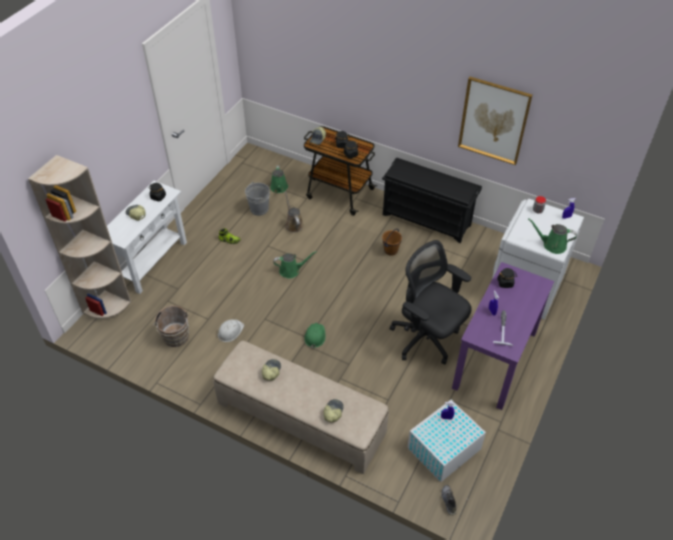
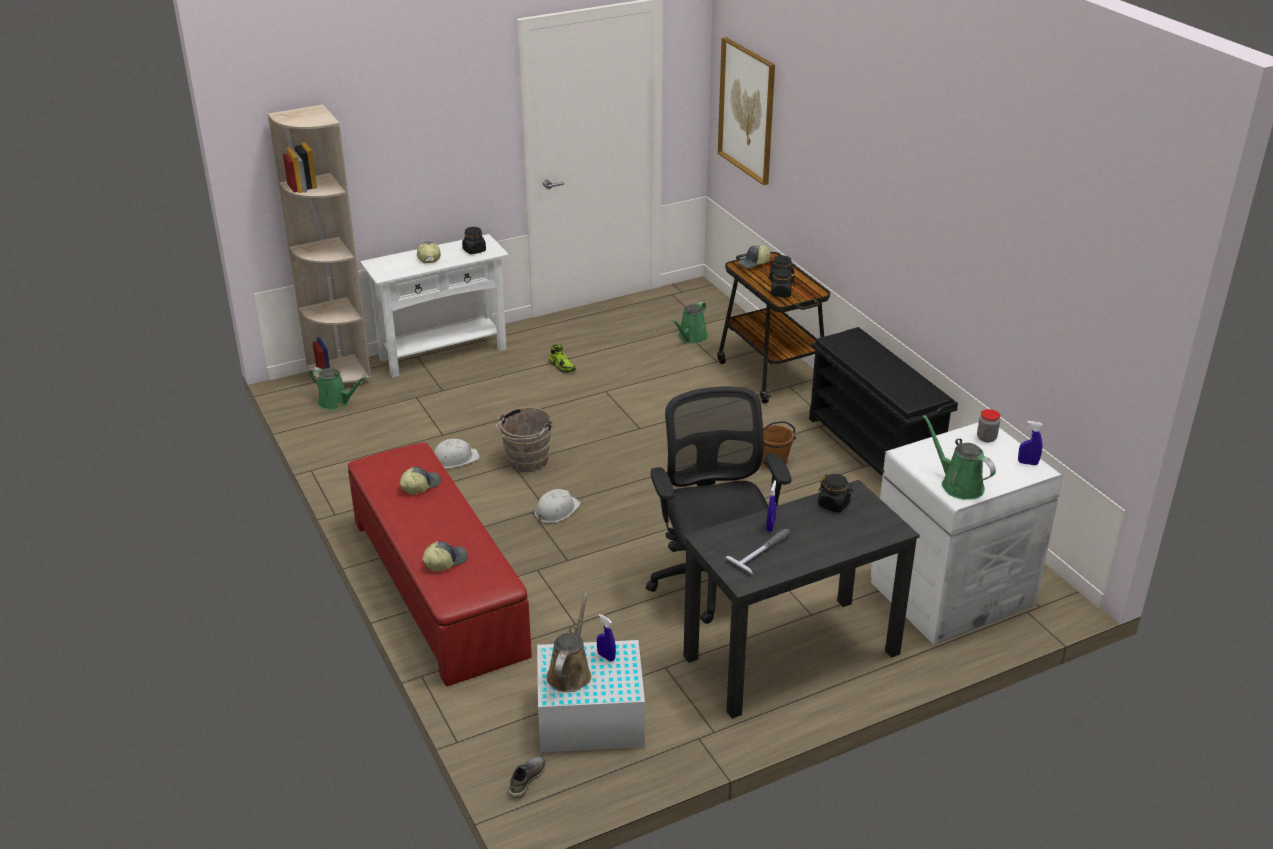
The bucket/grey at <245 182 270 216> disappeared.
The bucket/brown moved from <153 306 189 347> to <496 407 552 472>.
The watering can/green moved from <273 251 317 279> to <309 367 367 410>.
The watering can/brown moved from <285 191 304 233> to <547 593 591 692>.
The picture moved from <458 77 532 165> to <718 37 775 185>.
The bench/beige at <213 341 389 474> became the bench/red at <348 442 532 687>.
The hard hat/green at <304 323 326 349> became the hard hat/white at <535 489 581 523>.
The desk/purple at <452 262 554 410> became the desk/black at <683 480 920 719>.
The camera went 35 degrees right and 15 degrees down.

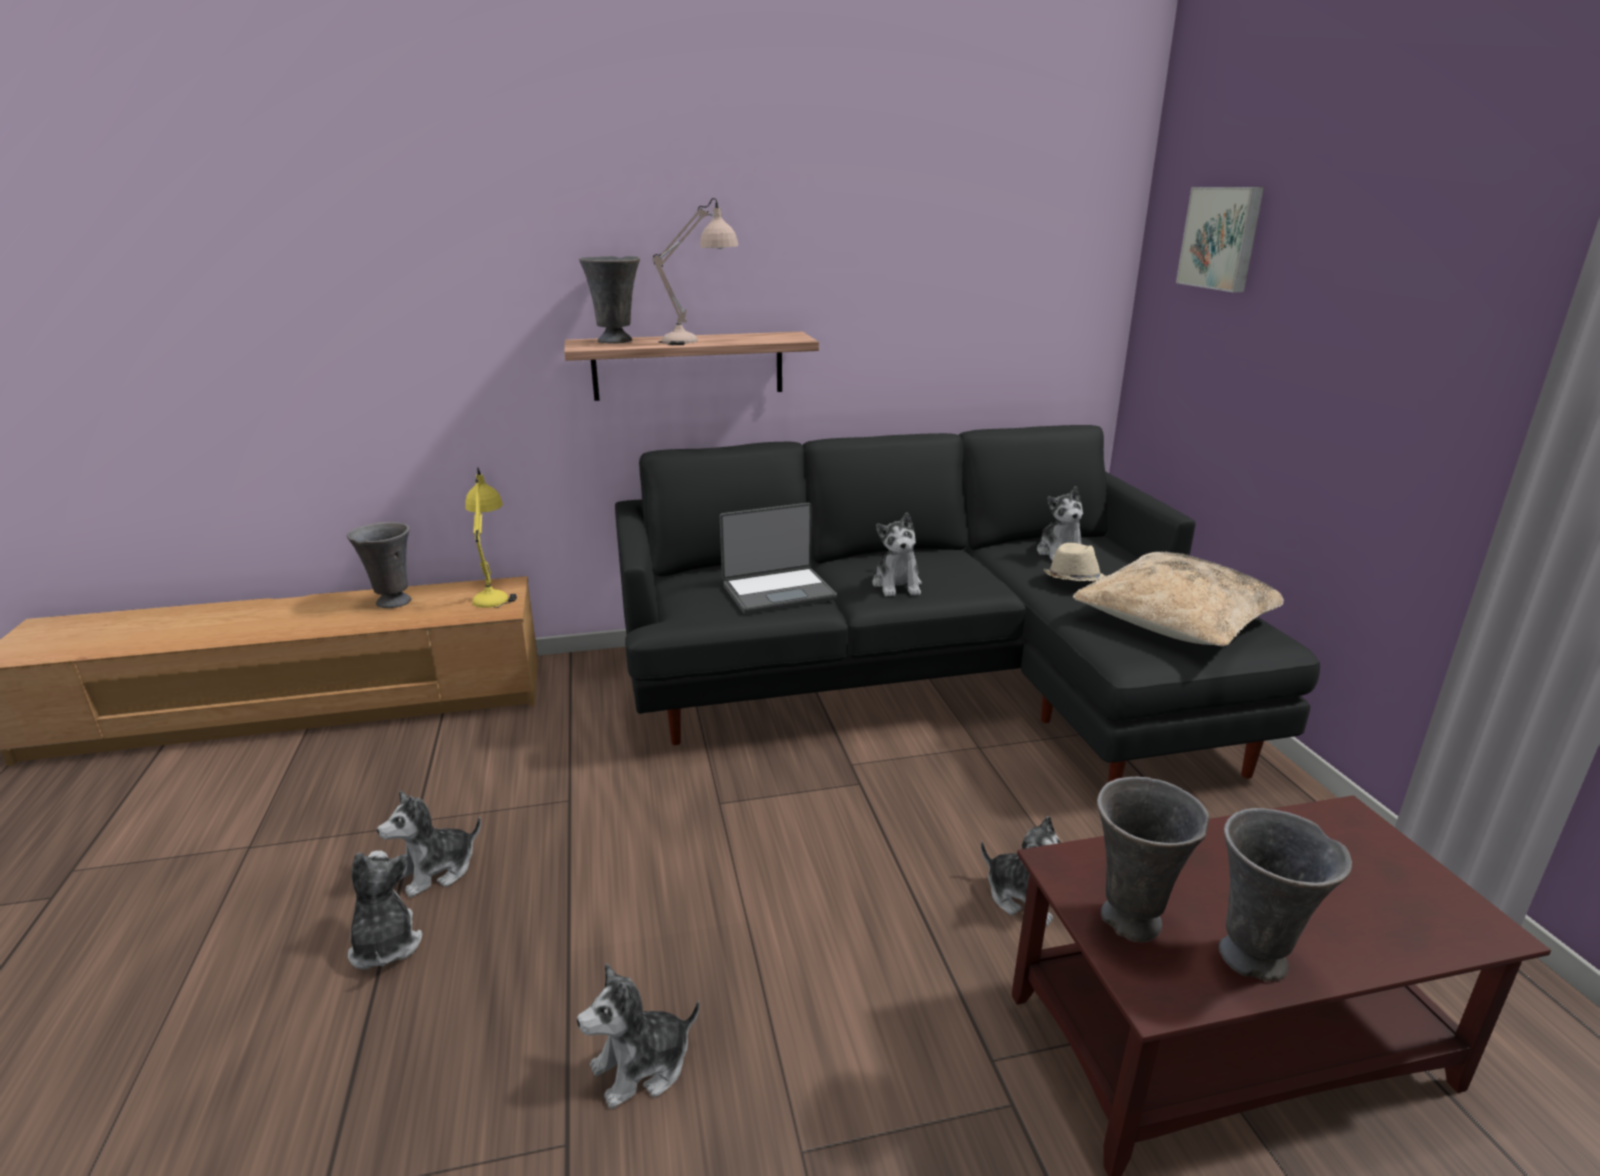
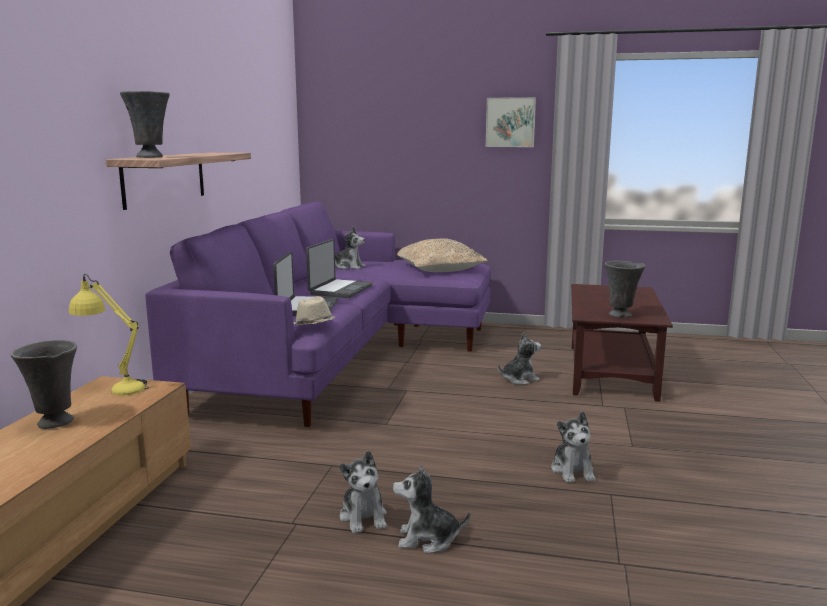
The table lamp/beige at <653 198 739 345> disappeared.
The vase/grey at <1219 808 1352 982> disappeared.
The hat/beige moved from <1043 543 1106 582> to <294 296 336 325>.
The picture moved from <1176 187 1264 293> to <486 97 536 147>.
The plush toy at <872 512 922 597> was replaced by the laptop at <306 239 373 298>.
The sofa/black at <615 425 1320 782> became the sofa/purple at <145 202 491 427>.
The camera went 65 degrees left and 10 degrees down.

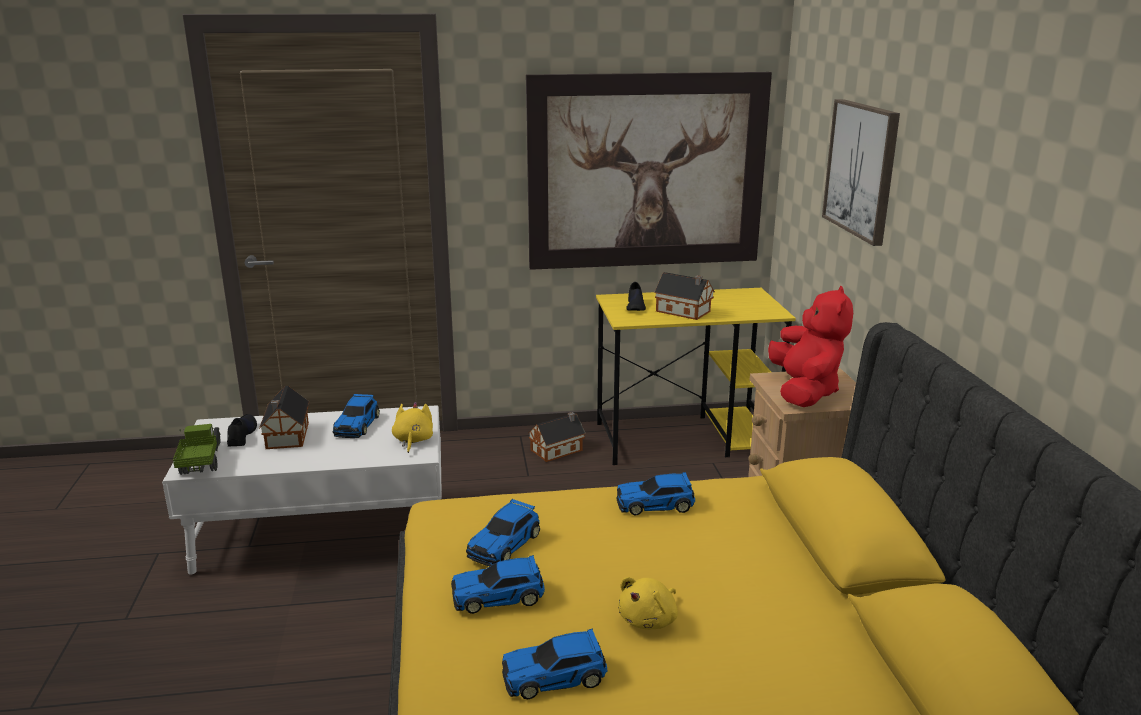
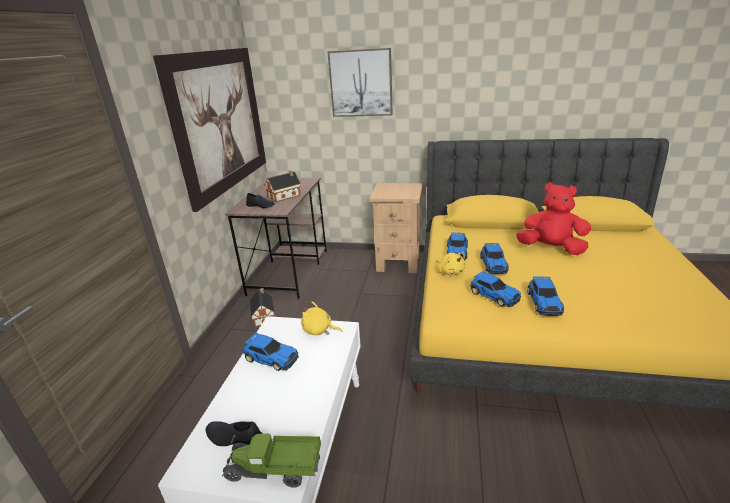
The toy house at <259 386 309 449> disappeared.
The toy car moved from <502 629 608 699> to <480 243 509 274>.
The plush toy/yellow moved from <618 577 678 629> to <436 252 465 275>.
The plush toy/red moved from <768 286 853 407> to <516 182 591 255>.
The desk/yellow at <596 288 796 465> became the desk/brown at <225 178 327 300>.
The camera went 70 degrees left and 5 degrees up.

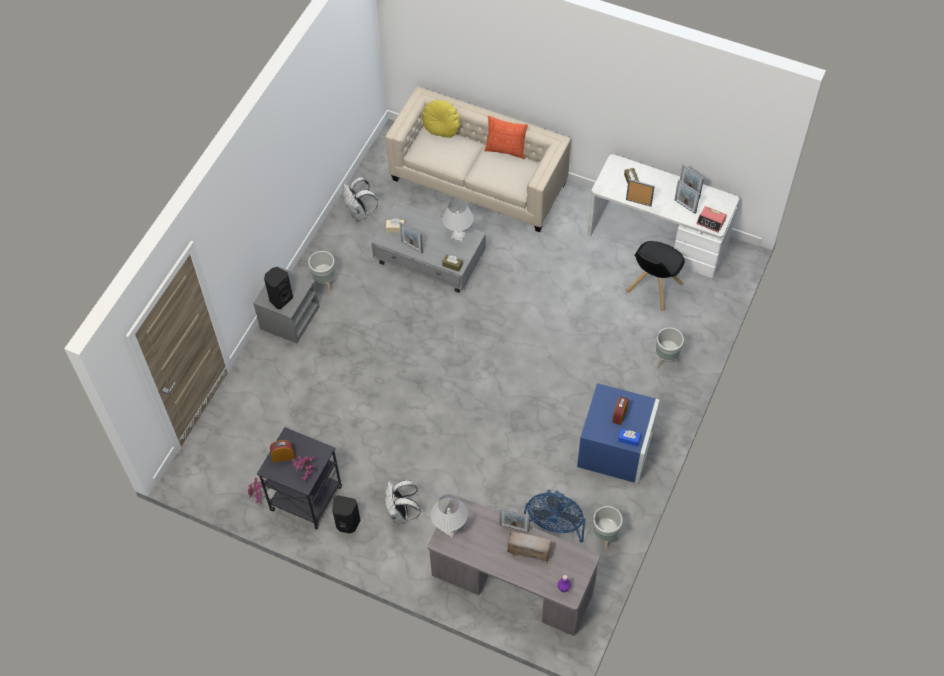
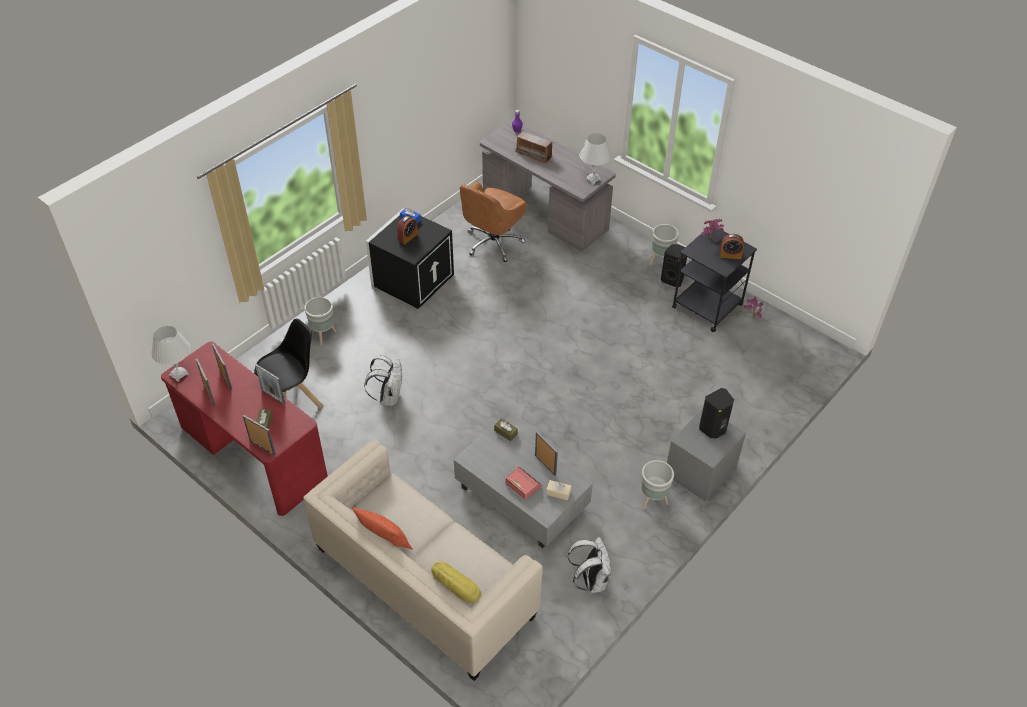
The backpack/white moved from <385 480 421 523> to <364 355 403 406>.
The table lamp/white moved from <442 199 474 242> to <151 326 190 382>.
The picture frame moved from <500 508 530 533> to <243 415 276 456>.
The planter/grey moved from <592 506 623 550> to <650 224 679 264>.
The alarm clock moved from <696 206 727 233> to <505 467 542 500>.
The fan/blue at <524 489 586 542> was replaced by the office chair/brown at <460 181 527 262>.
The storage box/blue at <577 383 660 484> became the storage box/black at <366 208 454 309>.
The desk/white at <588 154 739 278> became the desk/red at <161 341 328 516>.
The camera went 165 degrees left and 10 degrees down.

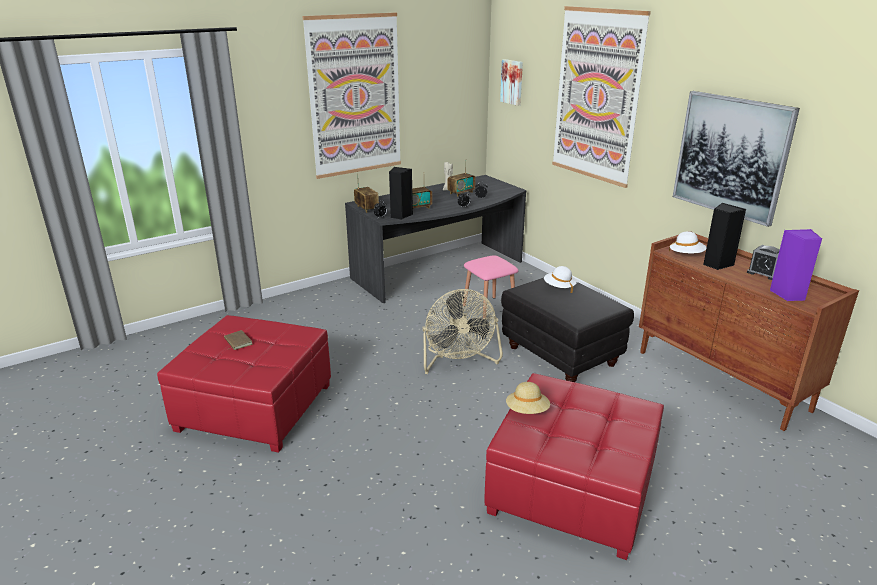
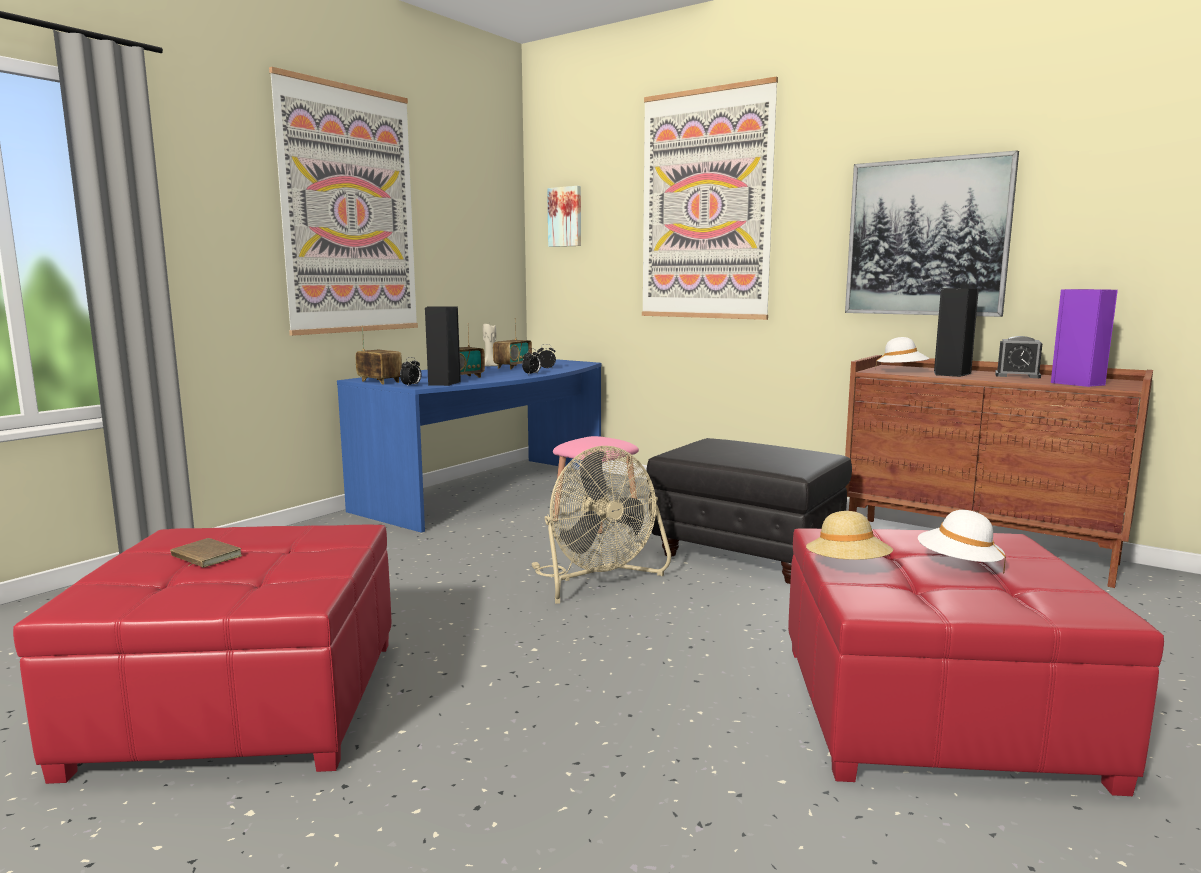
The hat/white moved from <544 266 577 293> to <918 510 1006 573>.
The desk/grey at <345 175 526 303> became the desk/blue at <337 359 601 533>.
The camera went 20 degrees left and 15 degrees down.

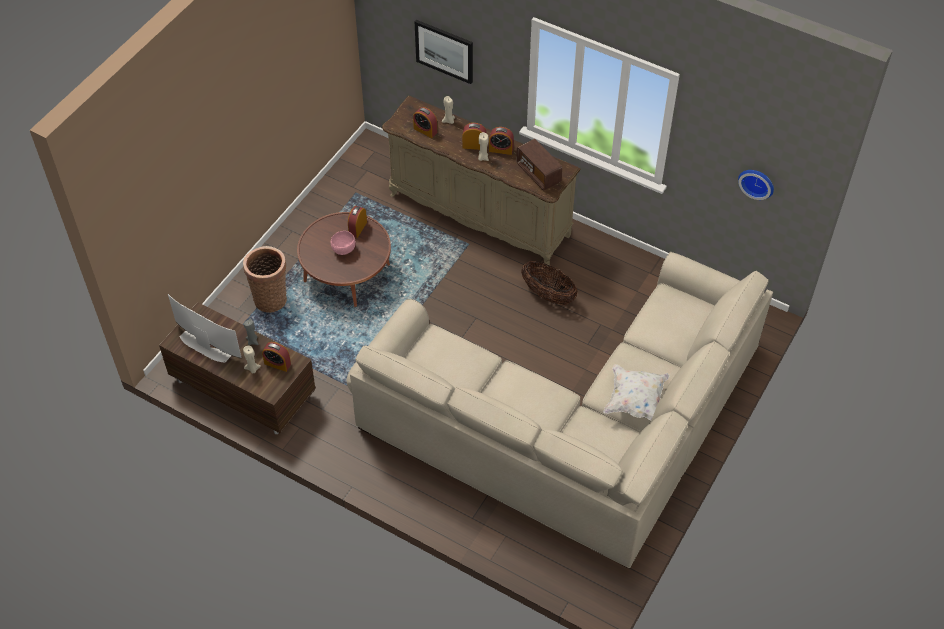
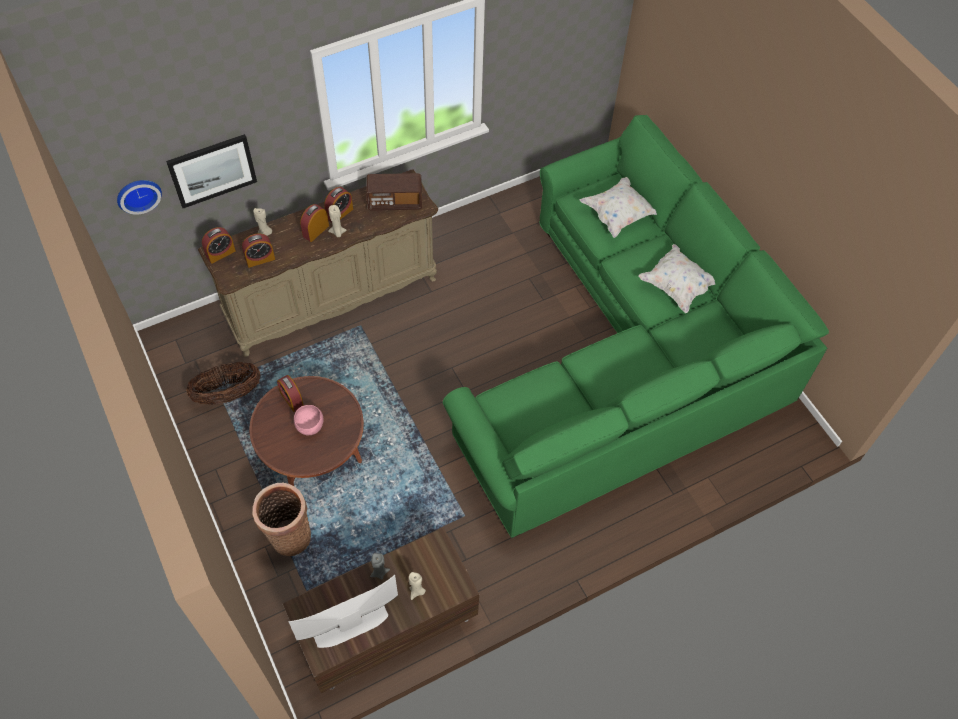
The pillow/white at <579 177 657 238> appeared.
The alarm clock moved from <262 342 291 372> to <202 227 236 264>.
The basket moved from <521 261 578 305> to <186 362 260 405>.
The wall clock moved from <738 170 774 200> to <117 180 162 215>.
The sofa/beige at <347 252 773 568> became the sofa/green at <443 115 829 538>.
The camera went 60 degrees left and 5 degrees up.

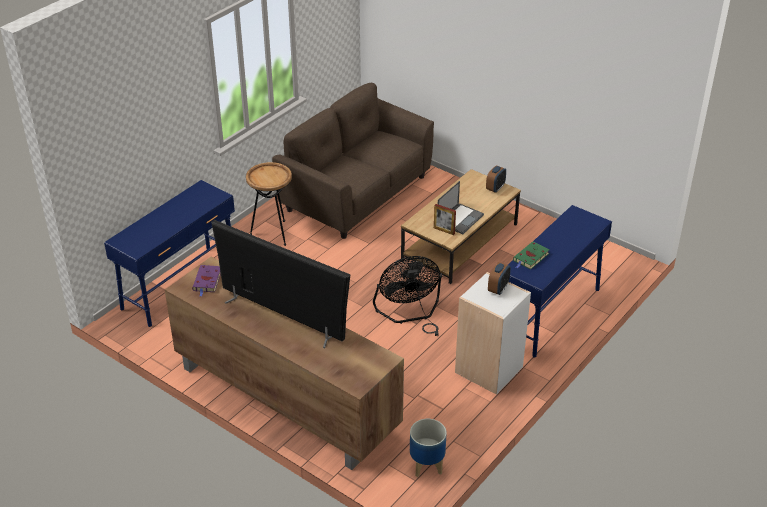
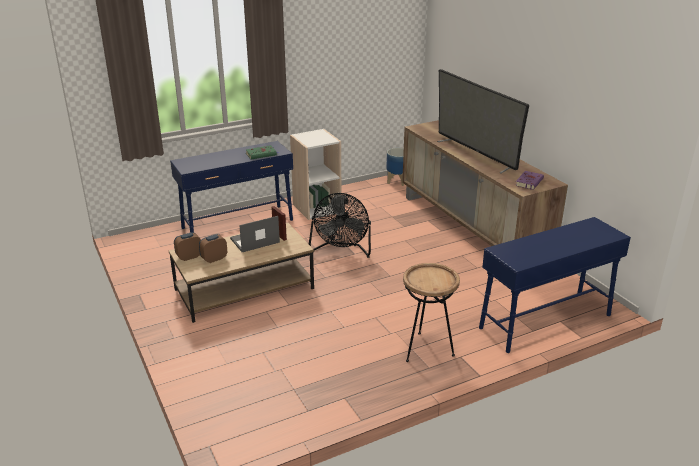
The sofa/brown at <272 83 434 239> disappeared.
The alarm clock moved from <488 262 511 295> to <199 234 227 263>.
The camera went 155 degrees left and 10 degrees down.

